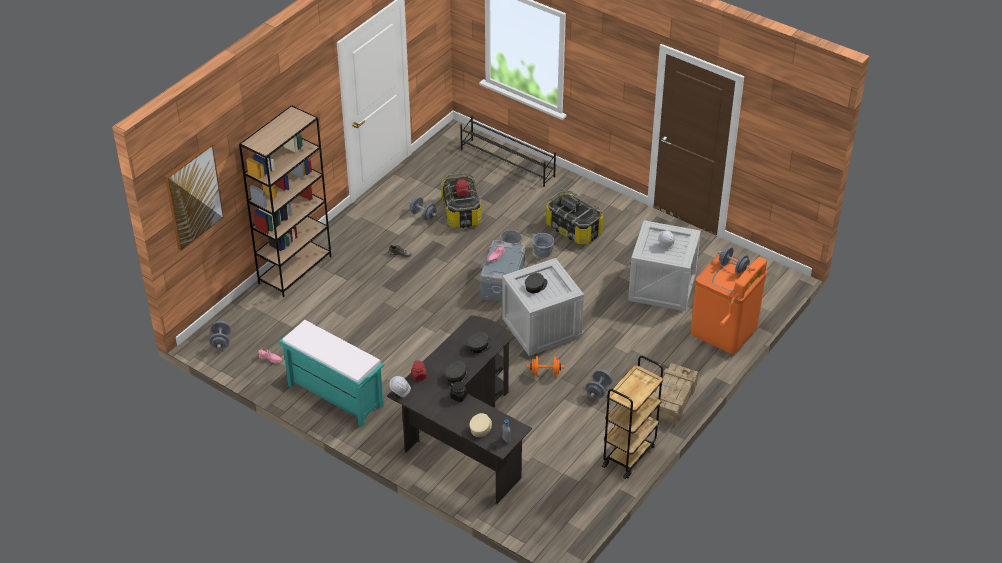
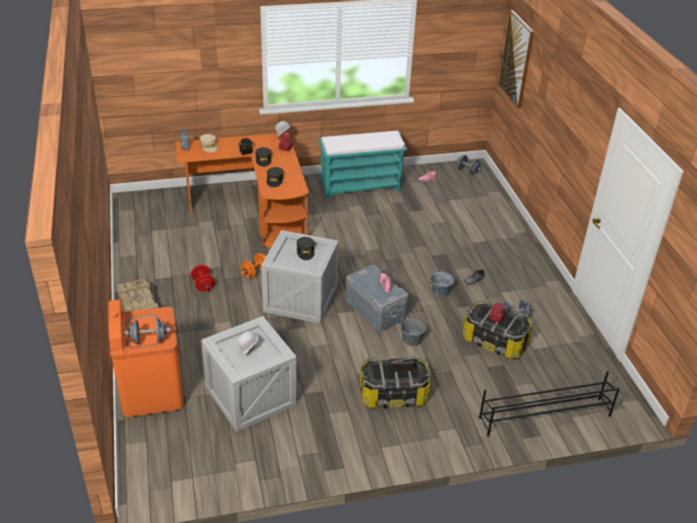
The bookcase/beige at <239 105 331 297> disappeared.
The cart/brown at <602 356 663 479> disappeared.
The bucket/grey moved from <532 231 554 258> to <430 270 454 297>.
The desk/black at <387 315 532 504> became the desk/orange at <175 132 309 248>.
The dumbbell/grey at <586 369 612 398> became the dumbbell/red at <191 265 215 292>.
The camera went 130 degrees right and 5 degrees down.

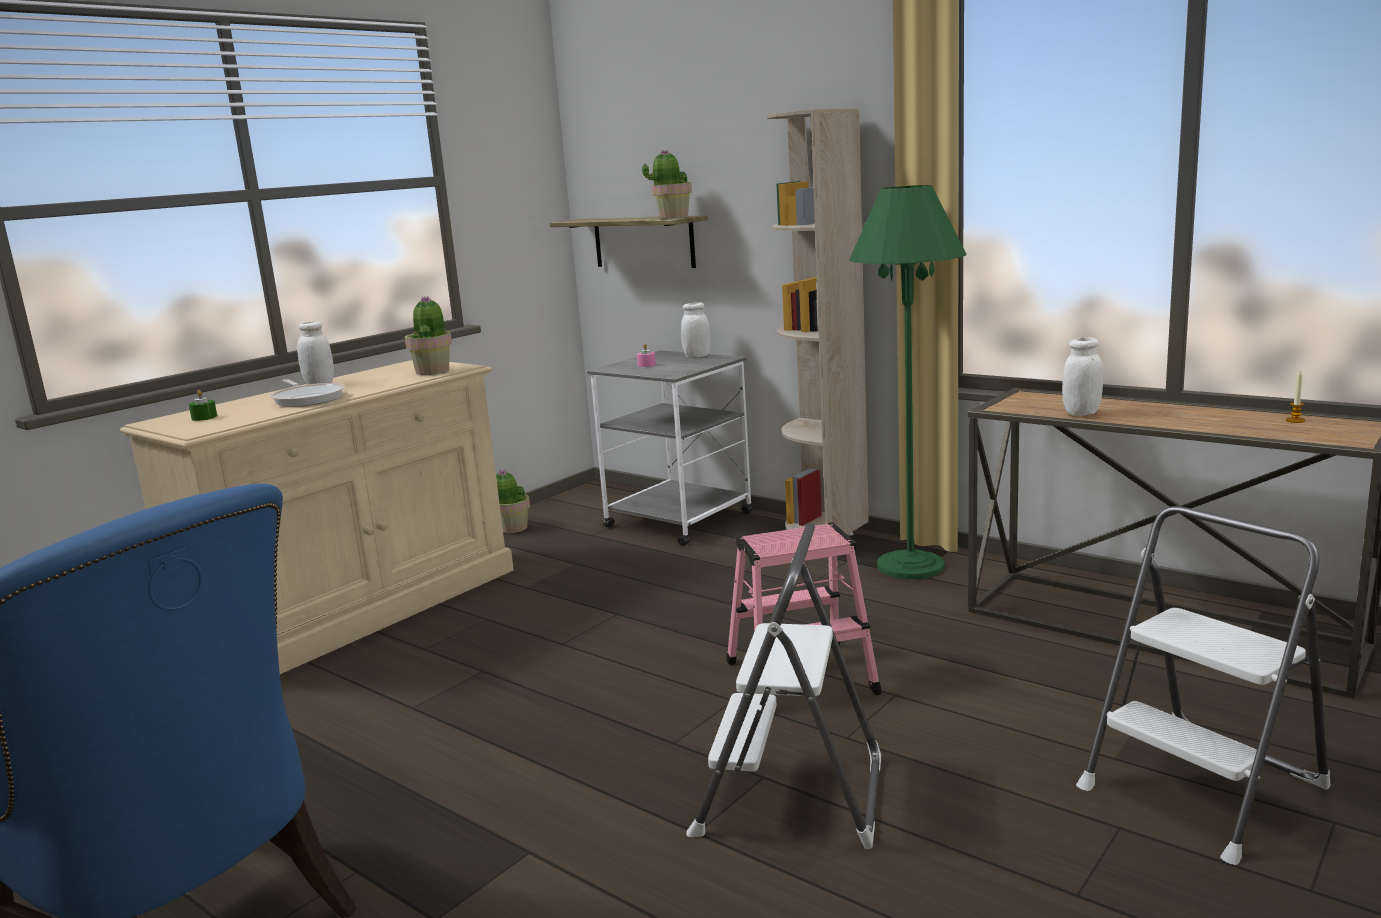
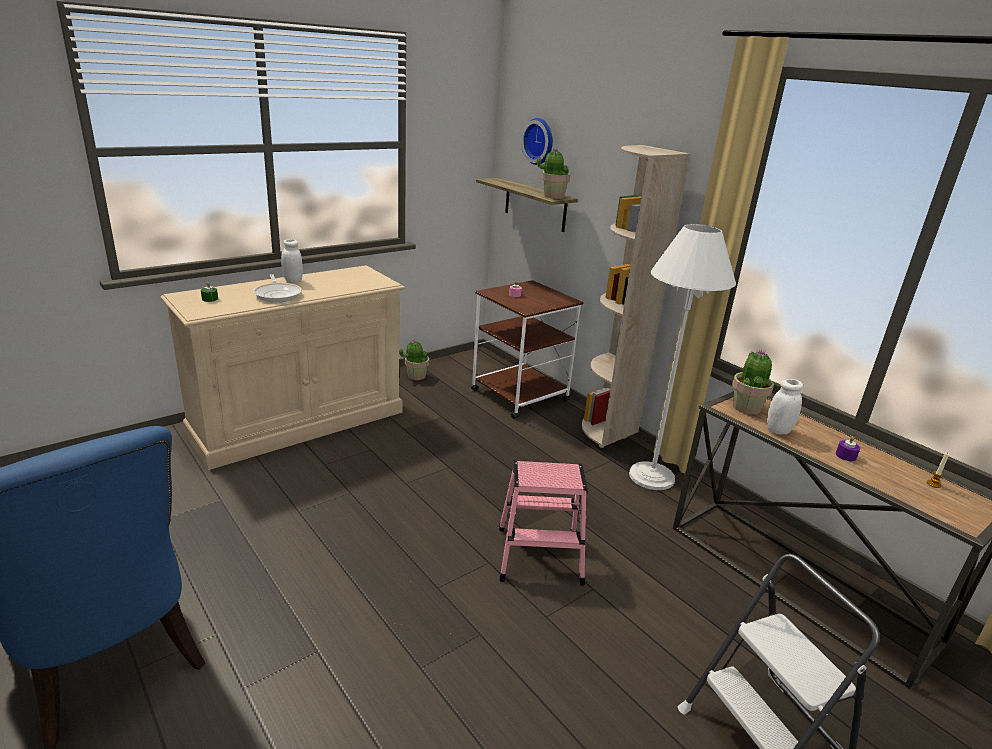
The jar/white at <681 302 710 358> disappeared.
The step ladder/white at <686 523 881 849> disappeared.
The wall clock at <521 118 553 165> appeared.
The candle/purple at <836 436 860 461> appeared.
The potted plant moved from <404 296 452 375> to <732 349 774 415>.
The cart/grey at <587 350 753 546> became the cart/brown at <471 280 584 419>.
The floor lamp/green at <849 185 966 579> became the floor lamp/white at <629 224 736 490>.
The camera went 10 degrees right and 10 degrees up.

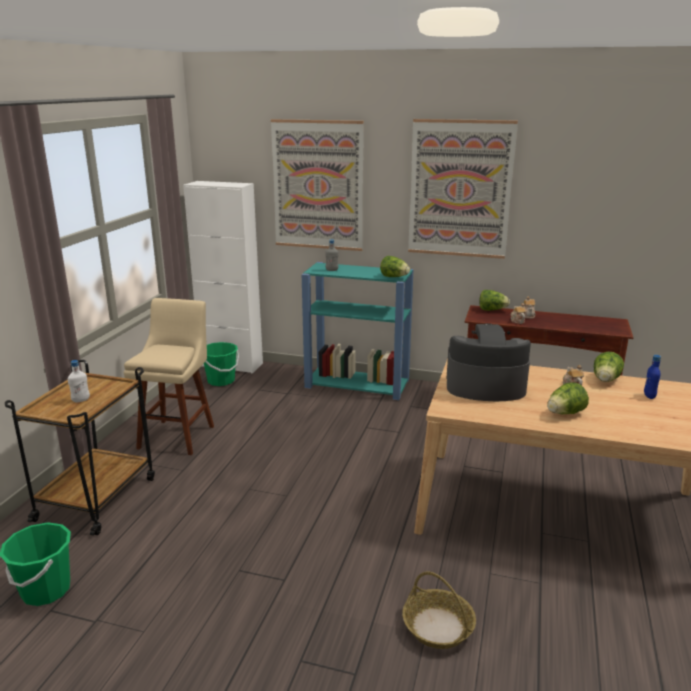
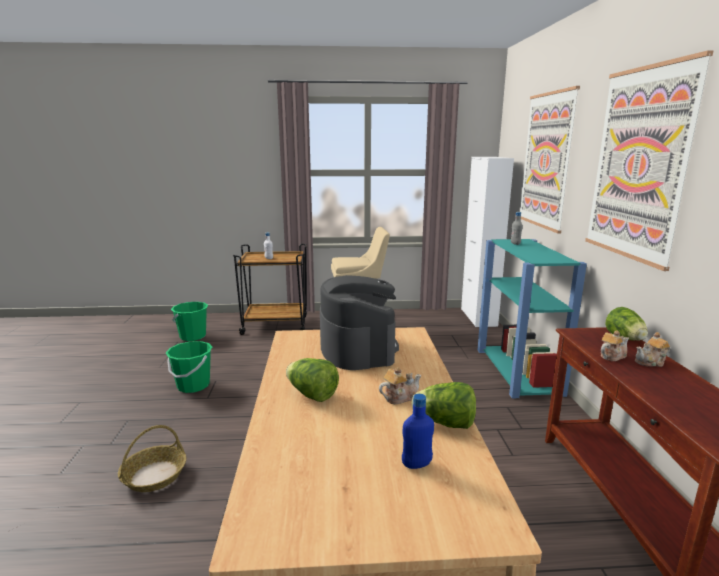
The lettuce at <380 256 410 277> disappeared.
The bucket/green moved from <204 342 239 386> to <166 341 212 393>.
The camera went 70 degrees right and 5 degrees down.

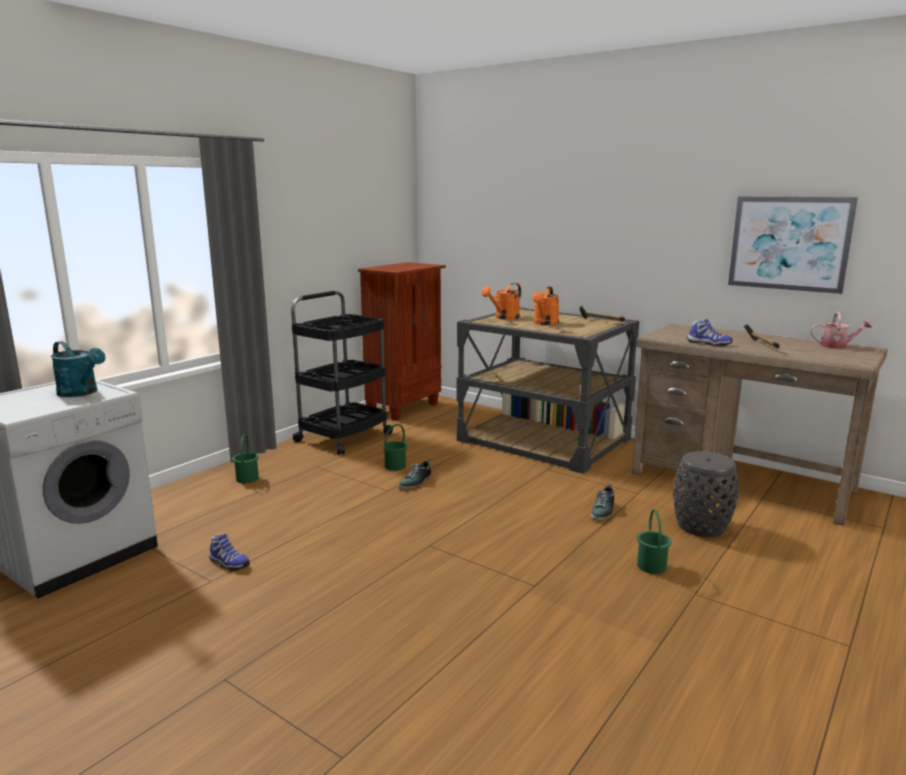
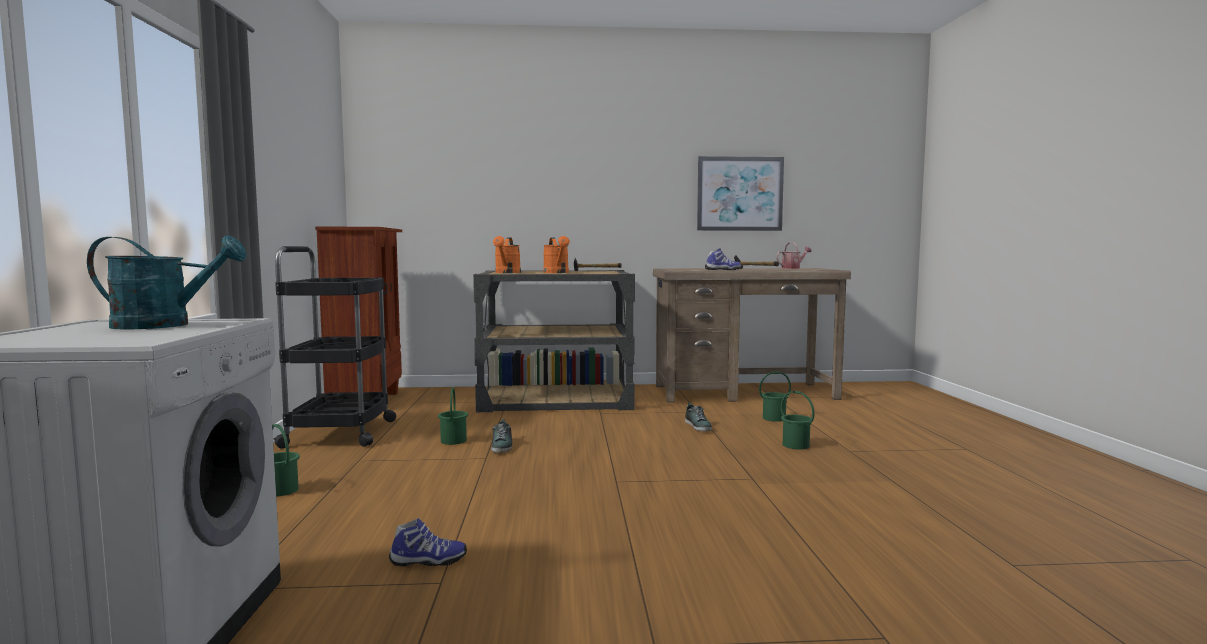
The stool/grey at <673 451 739 537> was replaced by the bucket/green at <759 372 791 422>.
The camera went 40 degrees left and 10 degrees down.

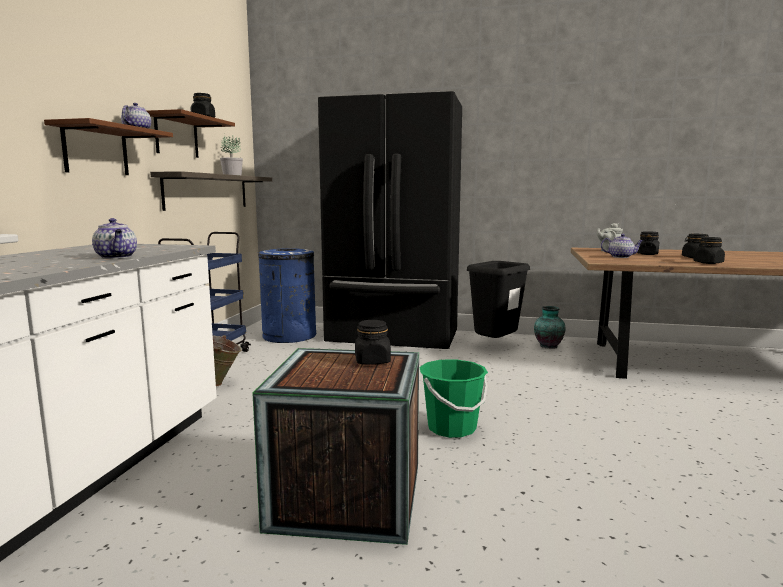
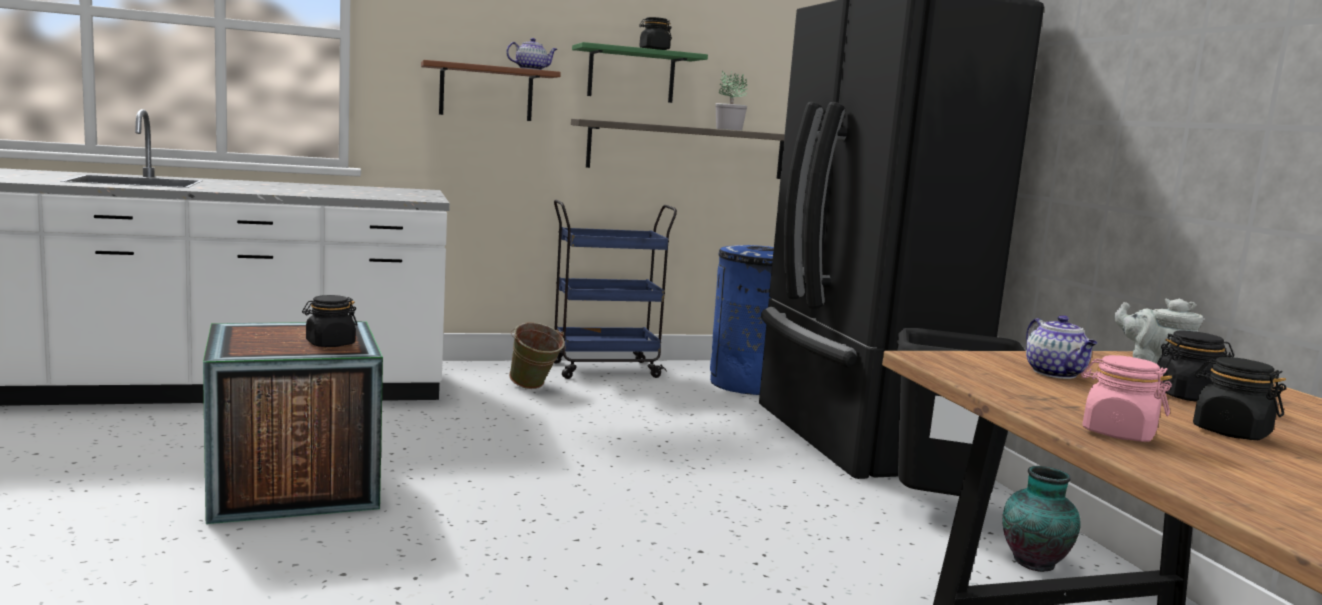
The teapot at <92 218 137 259> disappeared.
The bucket/green at <419 360 488 438> disappeared.
The shelf/brown at <147 109 235 158> became the shelf/green at <572 42 708 103>.
The jar/black at <693 237 725 264> became the jar/pink at <1081 355 1172 442>.
The camera went 60 degrees right and 0 degrees up.

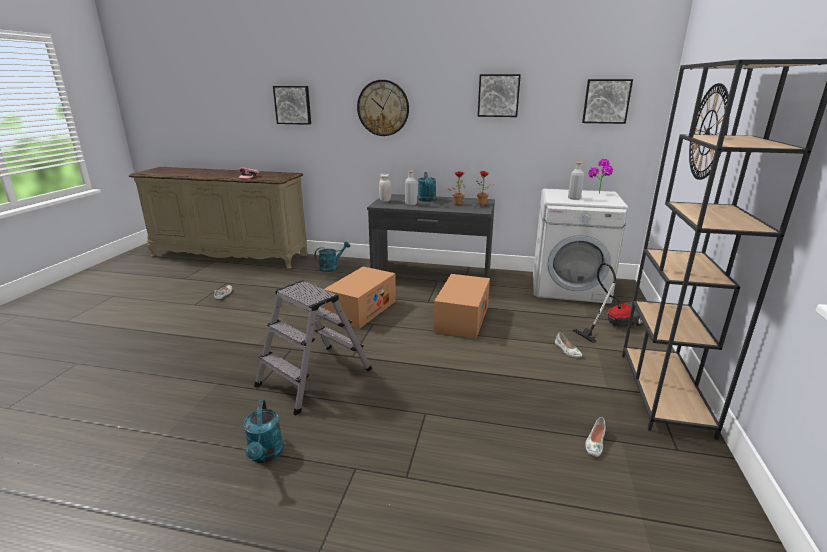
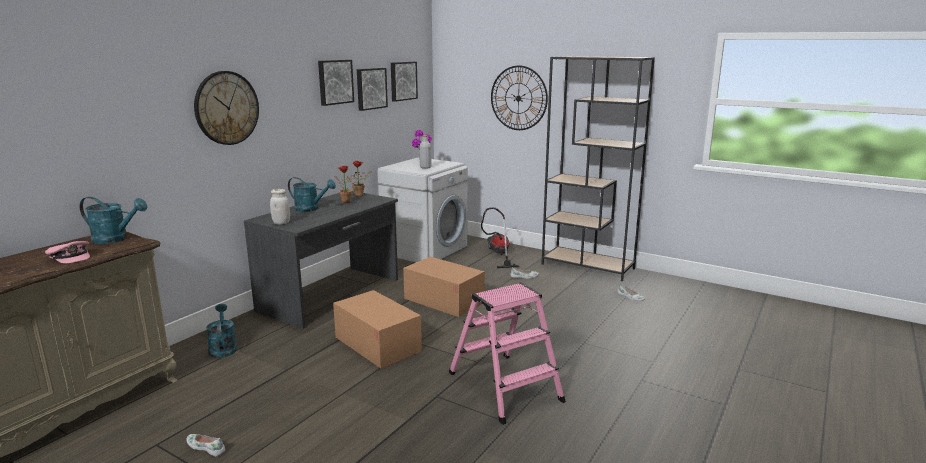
The bottle/grey at <405 171 417 206> disappeared.
The watering can/turquoise moved from <243 400 284 463> to <79 197 147 244>.
The picture moved from <273 86 311 125> to <357 68 388 111>.
The step ladder/grey at <254 280 372 416> became the step ladder/pink at <449 282 566 425>.
The camera went 70 degrees left and 5 degrees down.

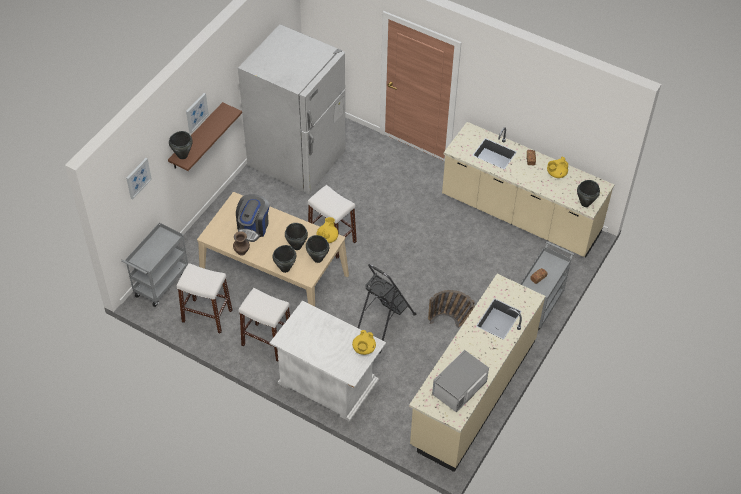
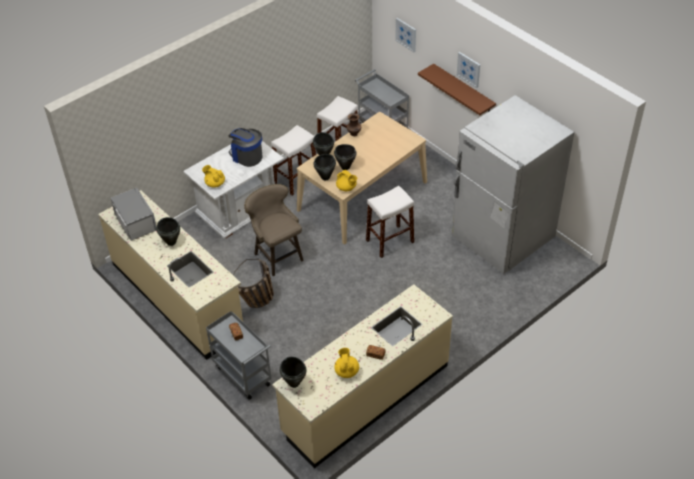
The cooking pot/black moved from <169 131 192 159> to <157 217 180 246>.
The coffee machine moved from <236 194 269 242> to <229 128 262 167>.
The step ladder at <358 264 416 353> was replaced by the stool/beige at <244 184 304 276>.
The camera went 110 degrees right and 5 degrees down.

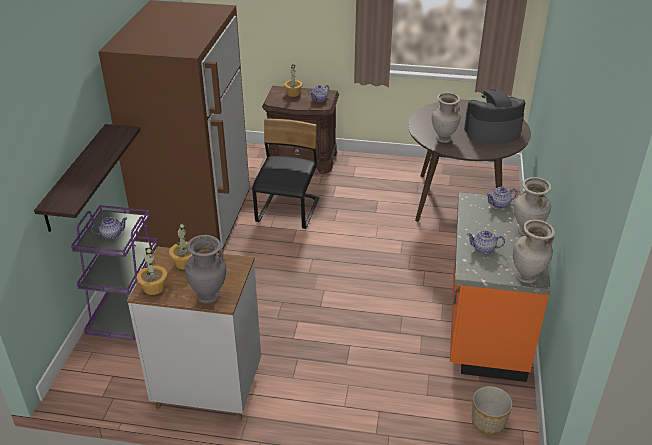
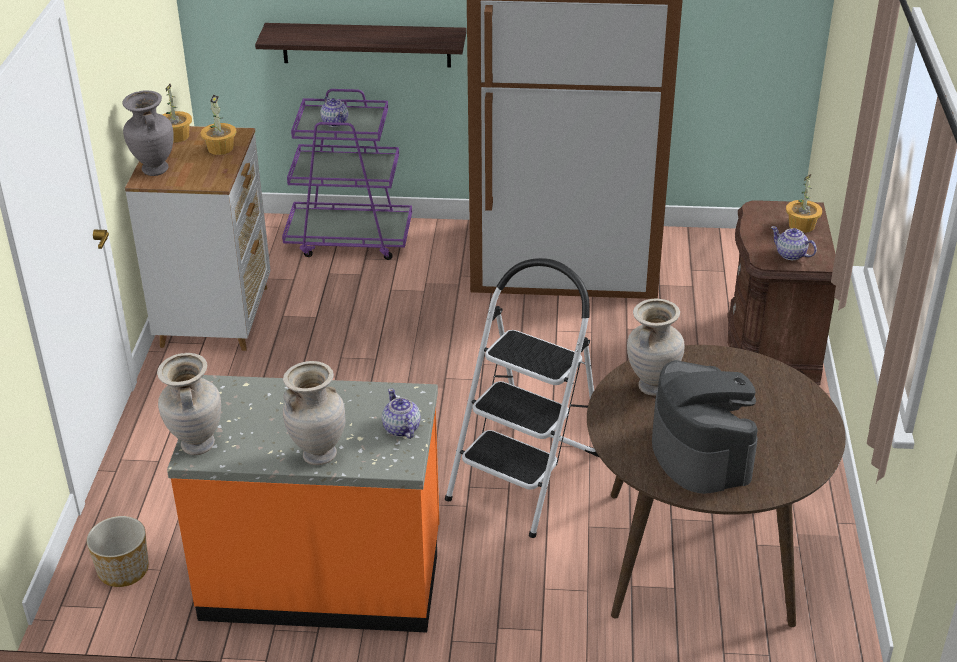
The chair/black at <252 118 319 229> disappeared.
The teapot at <467 230 505 254> disappeared.
The step ladder at <445 258 599 538> appeared.
The camera went 85 degrees right and 0 degrees up.

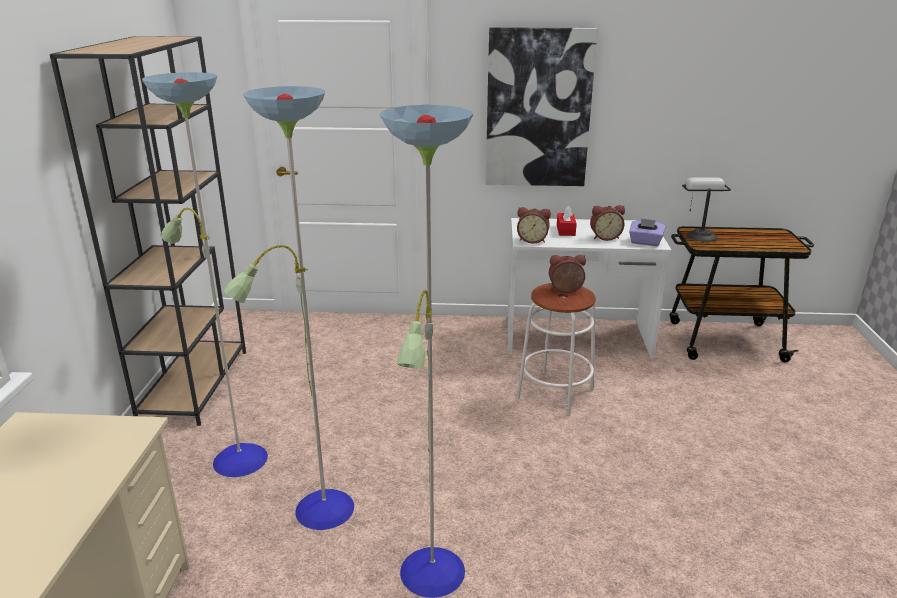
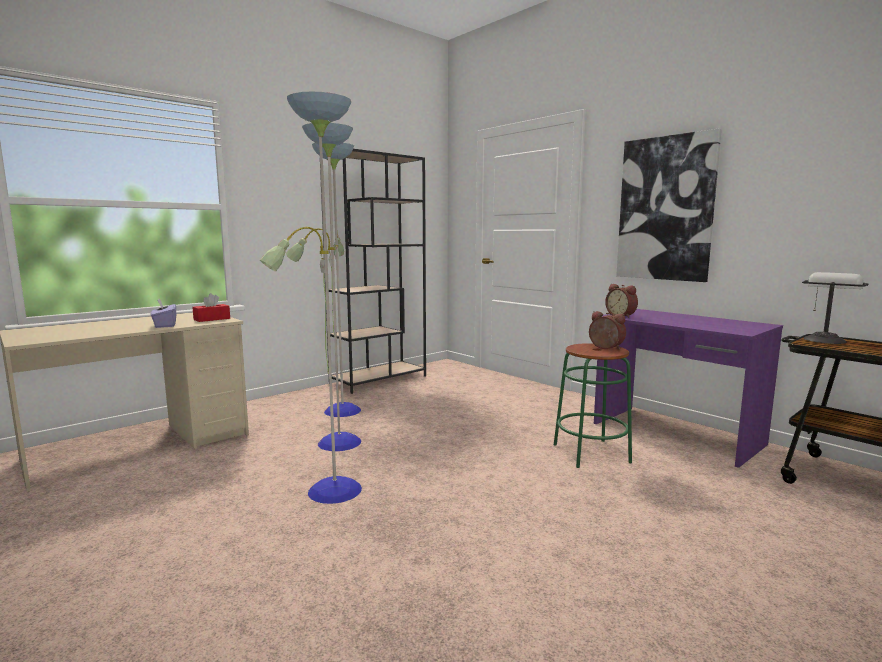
The alarm clock at <590 205 625 241> disappeared.
The tissue box/red moved from <557 206 577 236> to <192 293 230 322>.
The tissue box/purple moved from <629 218 666 246> to <150 298 176 328>.
The desk/white at <507 218 671 358> became the desk/purple at <594 309 783 468>.
The stool/white at <517 283 596 417> became the stool/green at <554 343 632 468>.
The camera went 45 degrees right and 15 degrees down.

